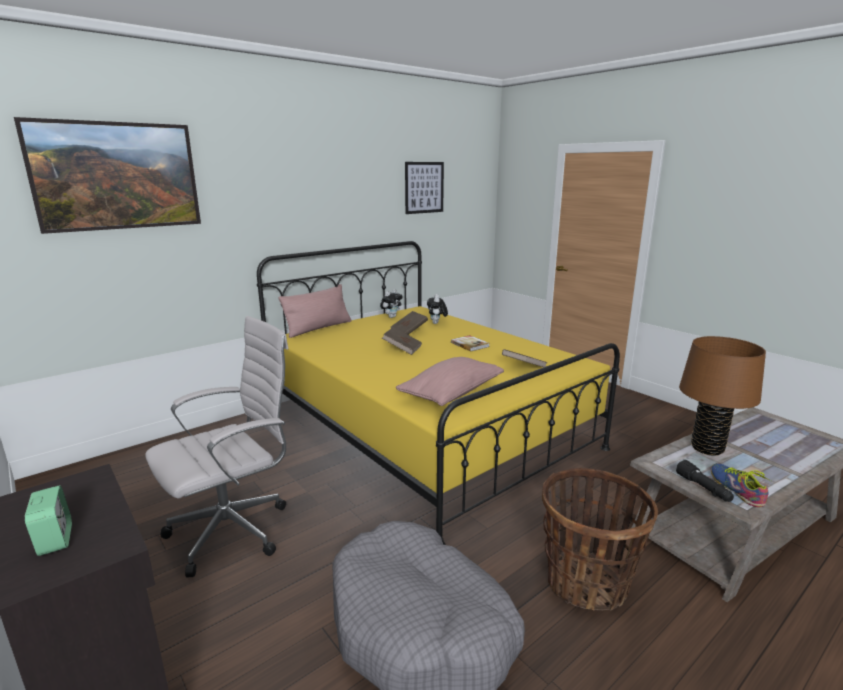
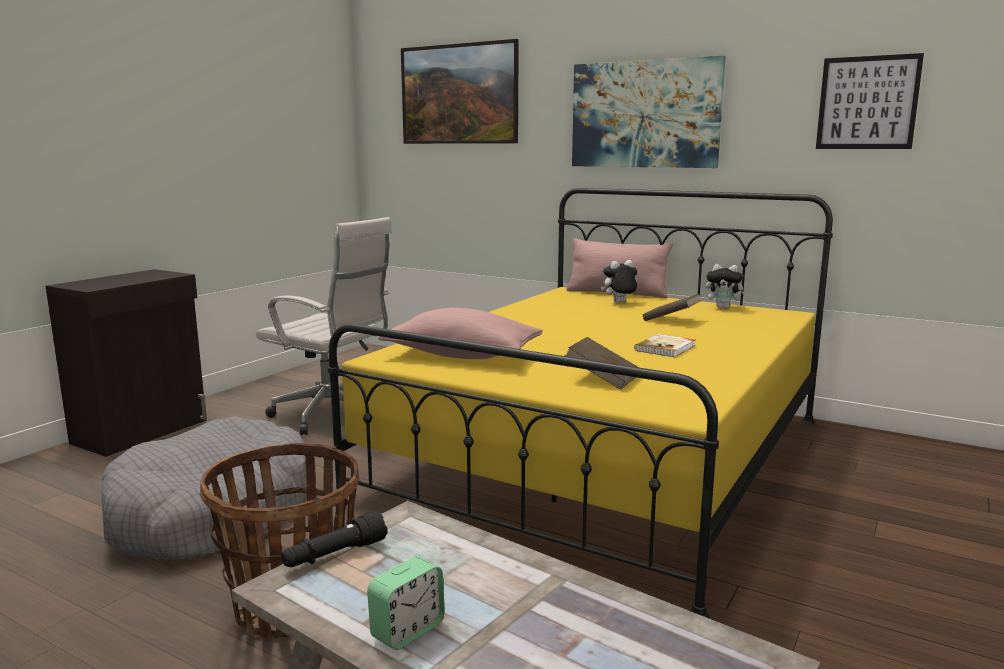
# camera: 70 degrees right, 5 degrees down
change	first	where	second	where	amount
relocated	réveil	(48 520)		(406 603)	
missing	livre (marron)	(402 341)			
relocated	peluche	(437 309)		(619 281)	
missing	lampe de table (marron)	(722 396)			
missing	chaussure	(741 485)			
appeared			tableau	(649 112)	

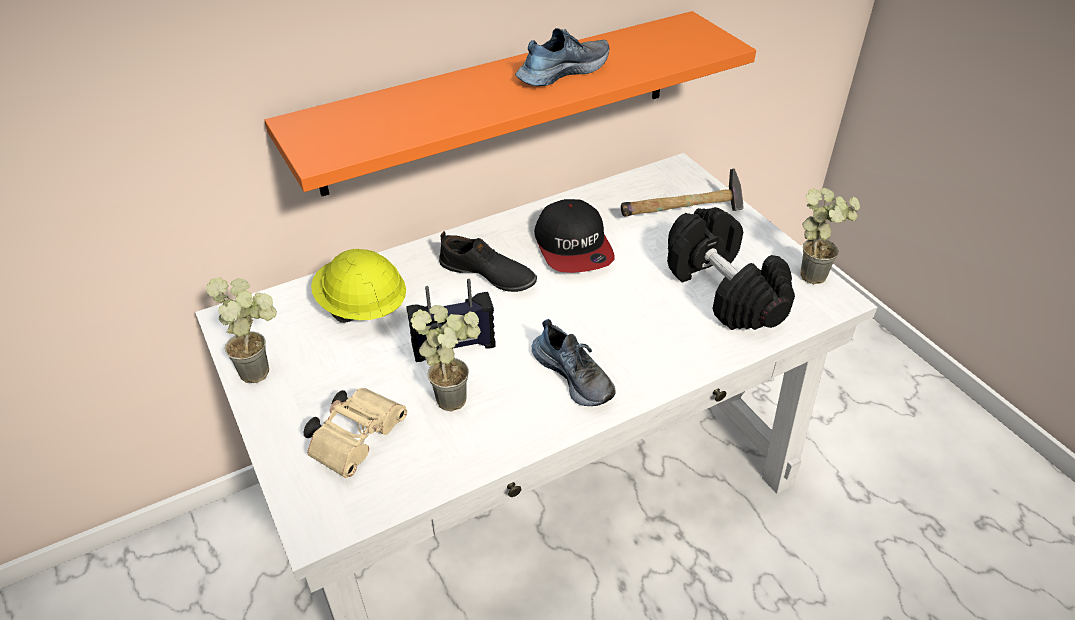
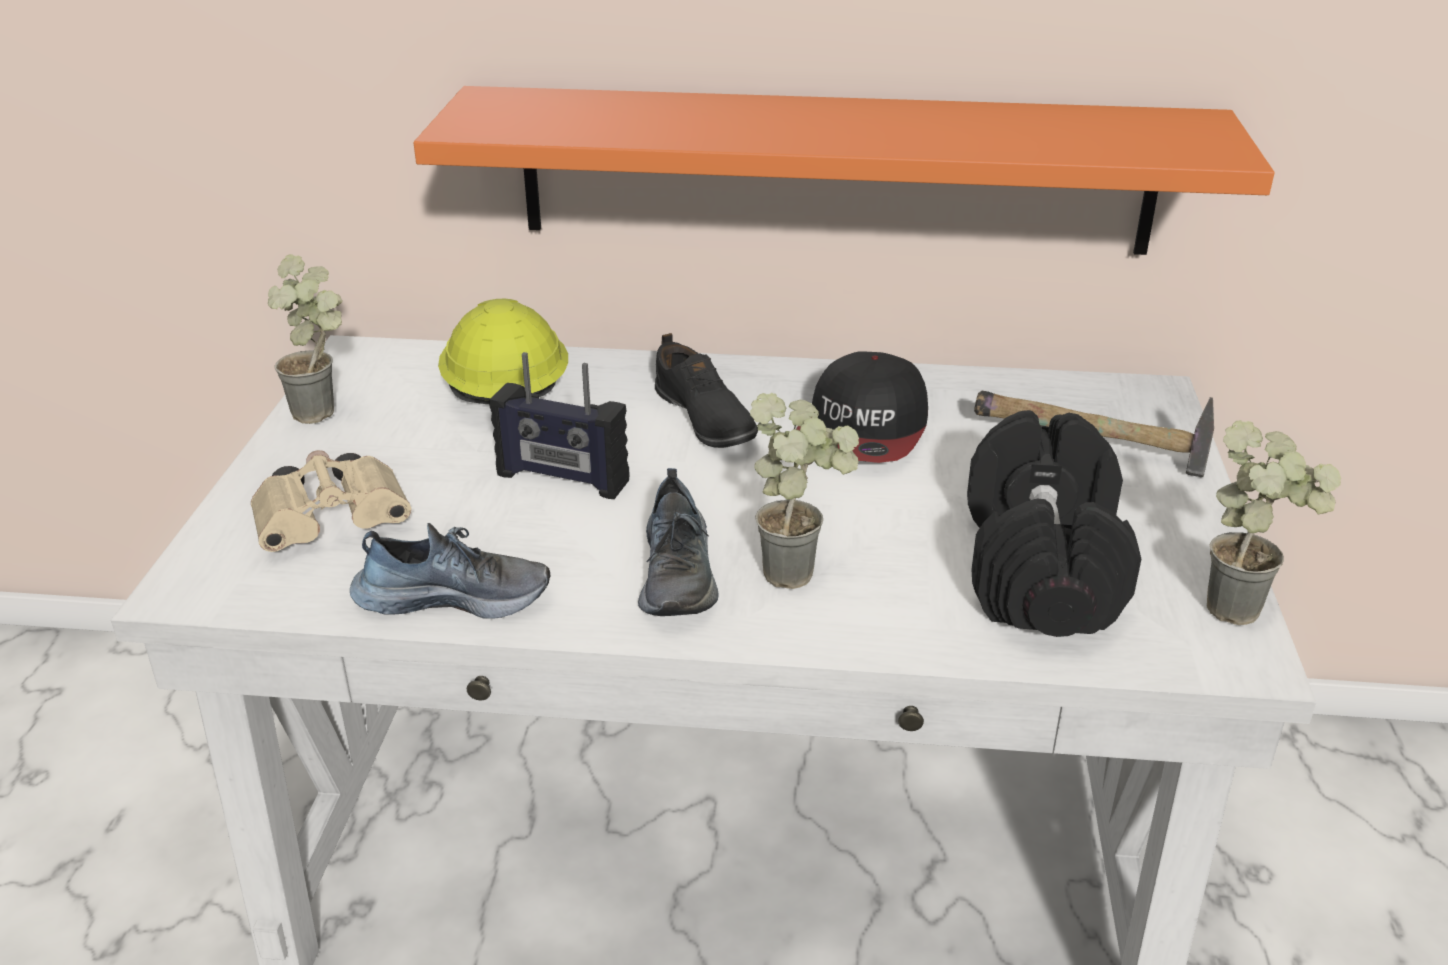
# camera: 35 degrees right, 10 degrees down
change	first	where	second	where	amount
relocated	plante en pot	(445 358)		(804 491)	
relocated	chaussure	(562 57)		(450 571)	

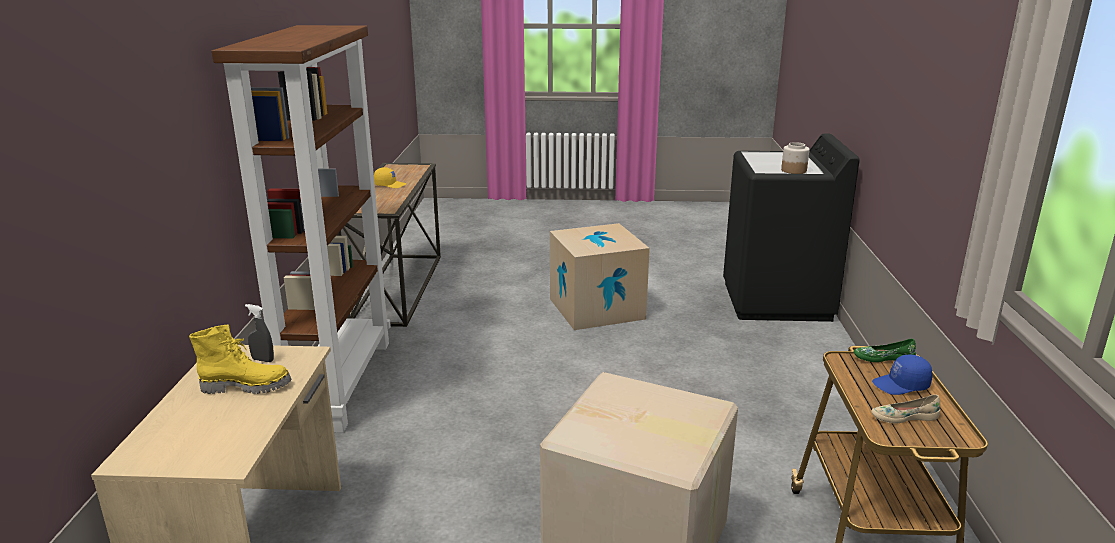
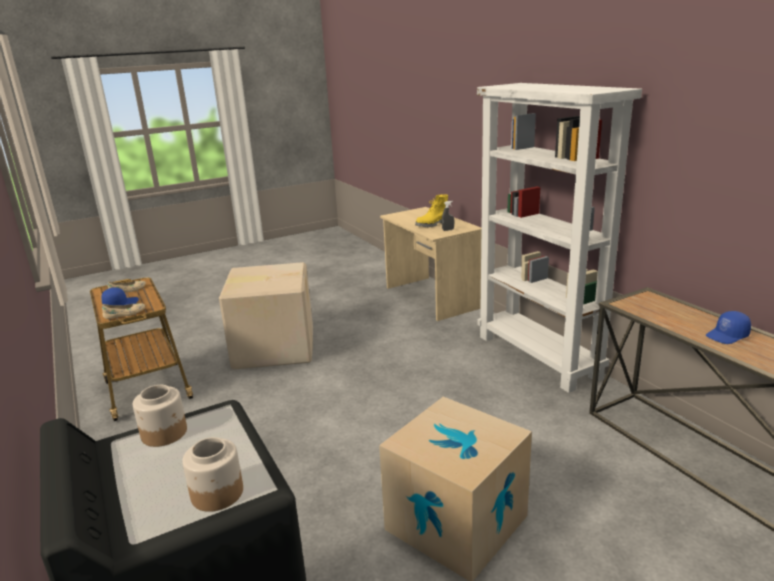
# camera: 150 degrees right, 0 degrees up
change	first	where	second	where	amount
colour	bibliothèque (marron)	(301 229)	bibliothèque (blanc)	(559 238)	
colour	casquette (jaune)	(390 177)	casquette (bleu)	(728 327)	
colour	chaussure (vert)	(885 350)	chaussure (beige)	(123 311)	
appeared			bocal	(212 474)	

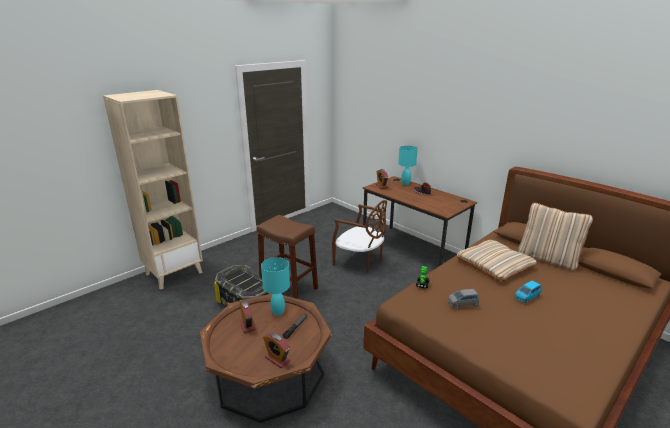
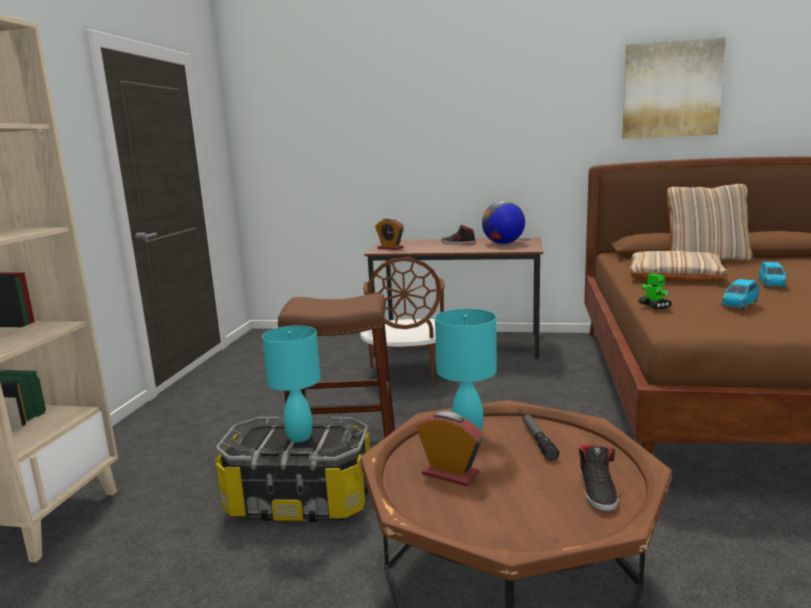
# camera: 35 degrees left, 10 degrees down
change	first	where	second	where	amount
exchanged	réveil	(276 350)	chaussure (noir)	(598 477)	
spun	chaise (marron)	(359 236)		(402 322)	90 degrees clockwise
relocated	lampe de table (turquoise)	(408 165)		(291 384)	
colour	petite voiture (gris)	(463 298)	petite voiture (bleu)	(740 294)	
appeared			globe	(503 222)	
appeared			tableau	(674 88)	

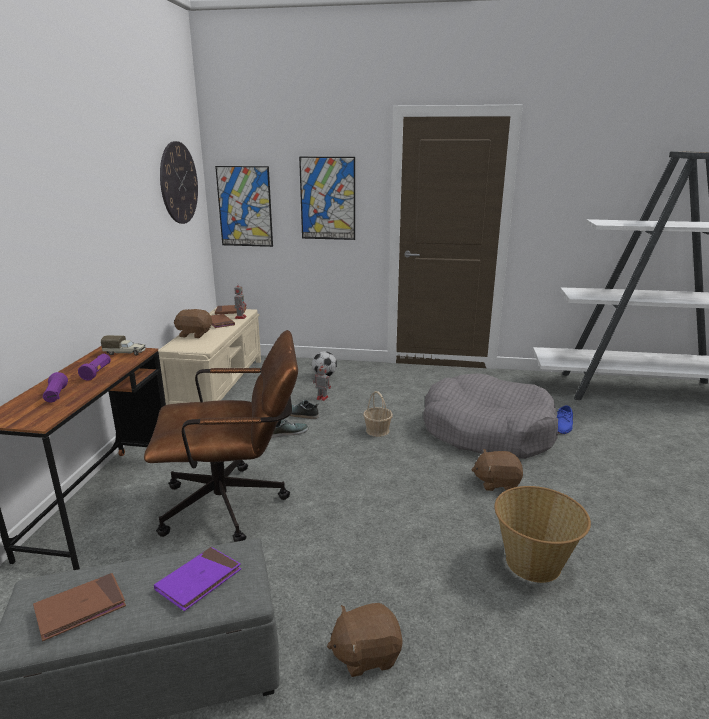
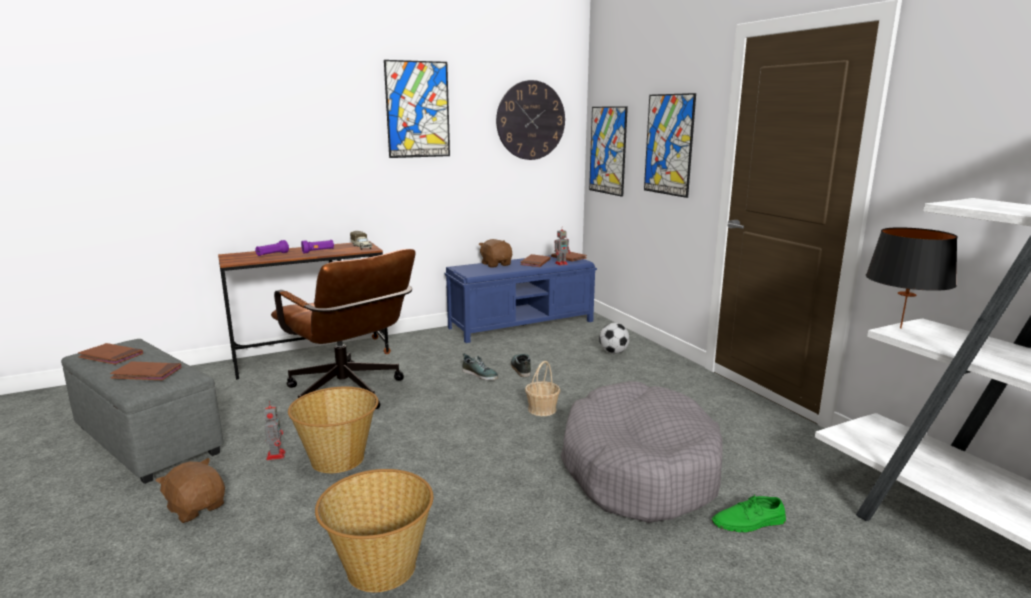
# camera: 55 degrees right, 5 degrees down
change	first	where	second	where	amount
colour	livre (violet)	(197 579)	livre (marron)	(145 370)	
colour	banc (beige)	(209 356)	banc (bleu)	(520 299)	
relocated	robot jouet	(322 383)		(274 430)	
missing	peluche (marron)	(497 470)			
colour	chaussure (bleu)	(565 419)	chaussure (vert)	(749 513)	
appeared			panier	(333 430)	
appeared			tableau	(417 109)	
appeared			lampe de table (noir)	(912 278)	

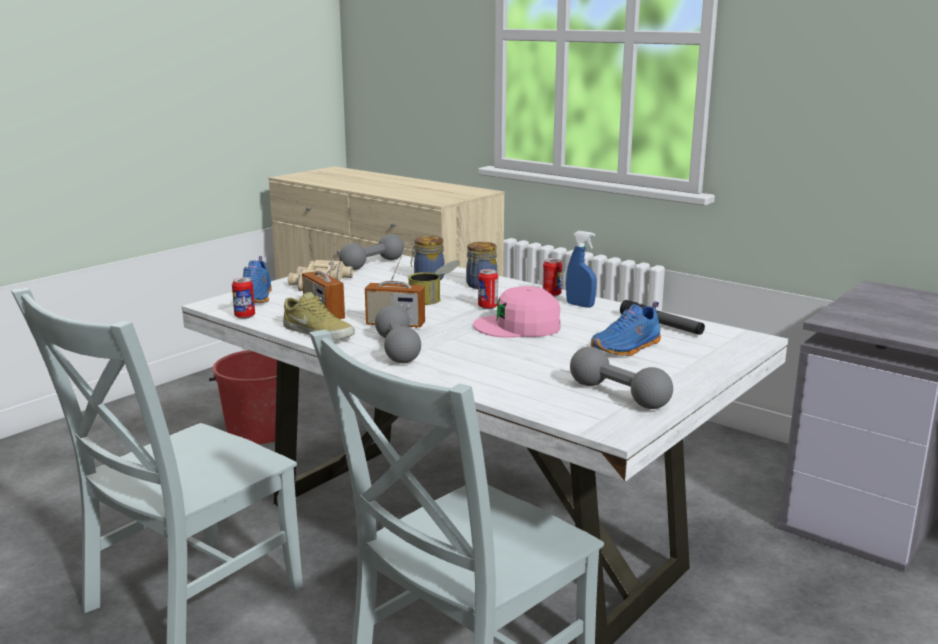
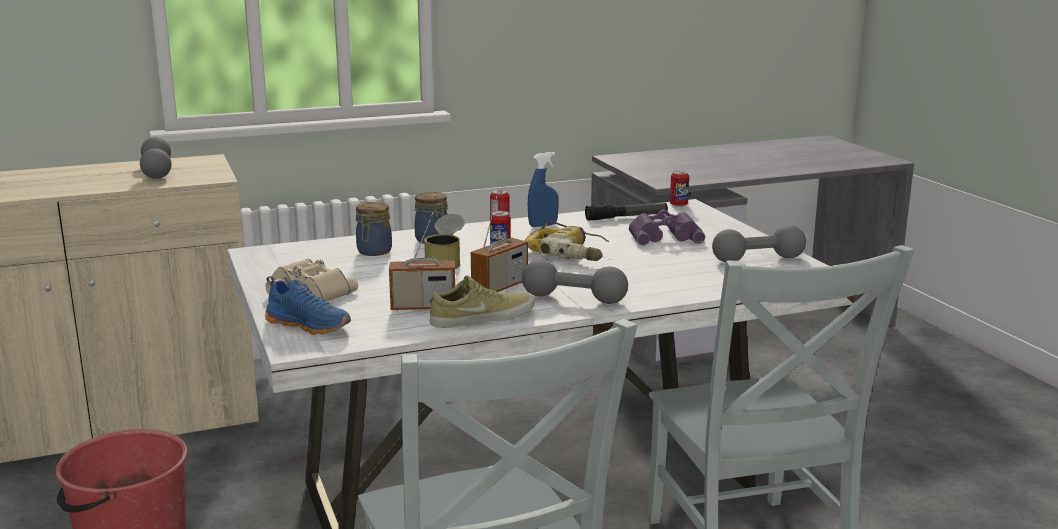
# camera: 60 degrees left, 0 degrees up
change	first	where	second	where	amount
relocated	boîte métallique	(243 298)		(679 188)	
relocated	haltère (gris)	(371 252)		(156 158)	
exchanged	casquette (rose)	(517 312)	perceuse	(566 241)	
exchanged	chaussure (bleu)	(626 328)	jumelles (violet)	(667 227)	

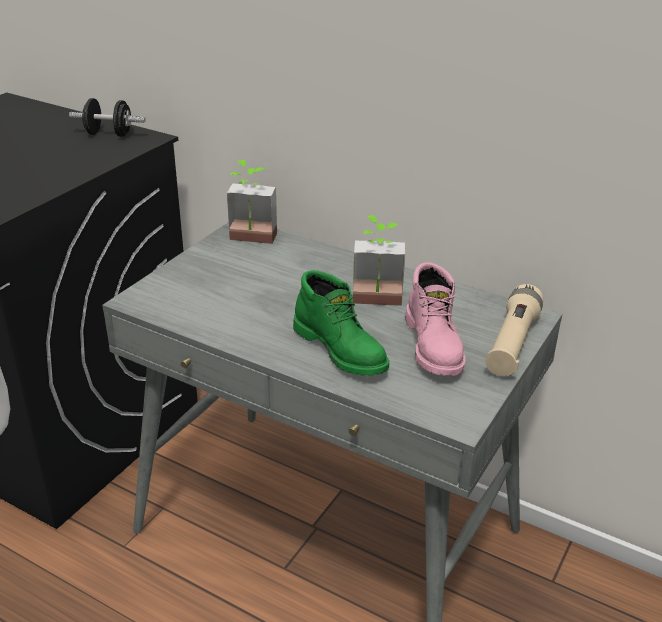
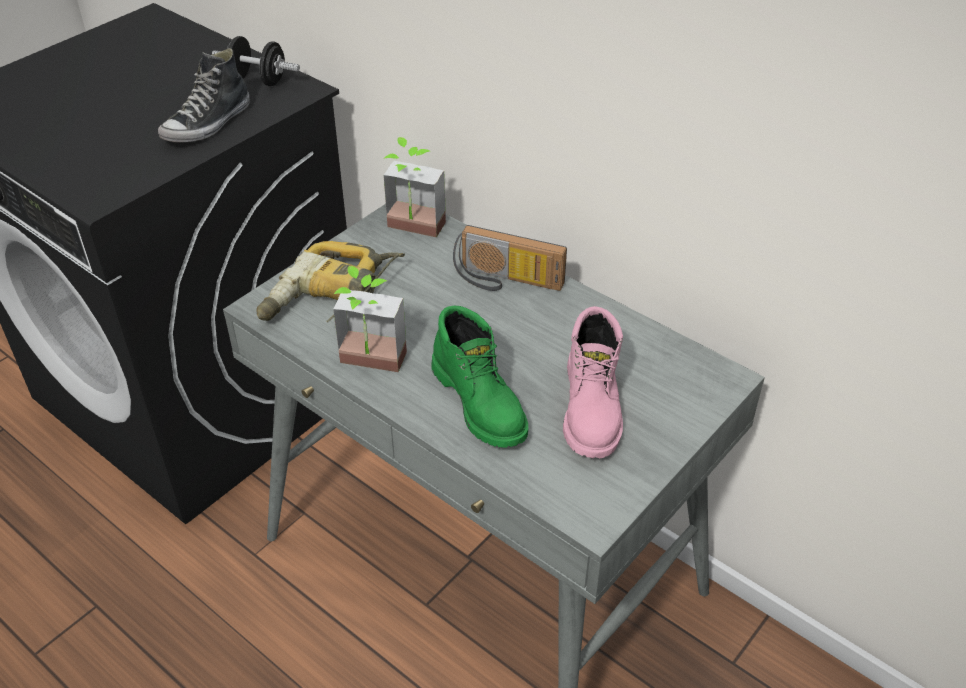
# camera: 10 degrees right, 10 degrees up
change	first	where	second	where	amount
relocated	plante en pot	(379 260)		(370 319)	
missing	lampe de poche (beige)	(514 330)			
appeared			chaussure	(204 95)	
appeared			perceuse	(330 282)	
appeared			radio	(510 258)	

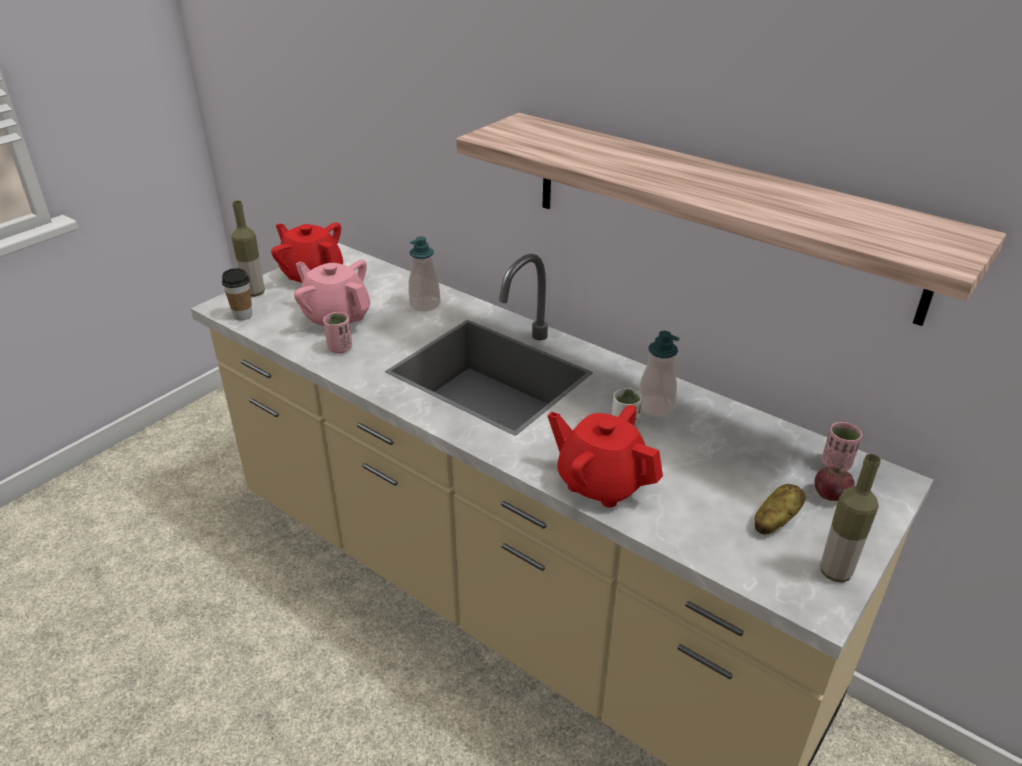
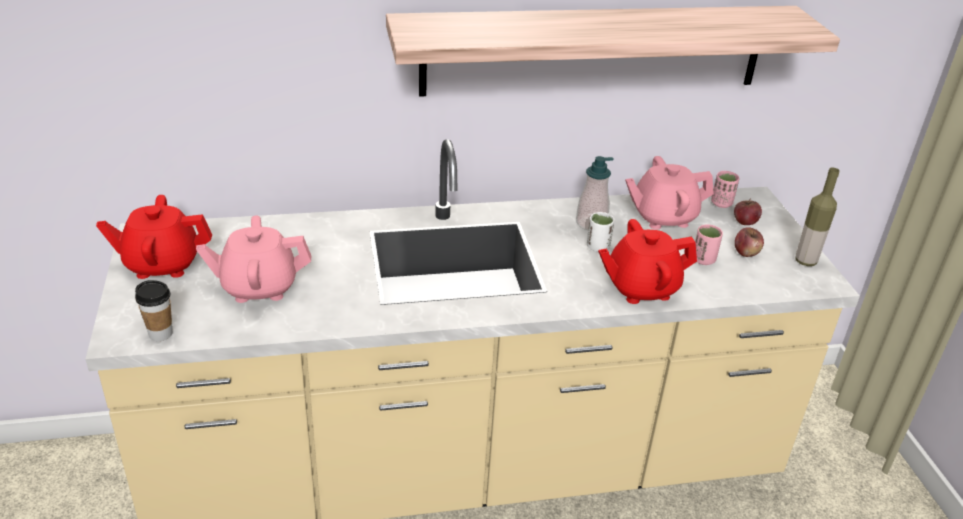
# camera: 50 degrees left, 0 degrees up
change	first	where	second	where	amount
missing	bouteille	(248 249)			
relocated	tasse (rose)	(337 333)		(709 244)	
missing	distributeur de savon	(424 273)			
exchanged	pomme de terre	(780 509)	pomme	(749 242)	
appeared			théière (rose)	(669 192)	

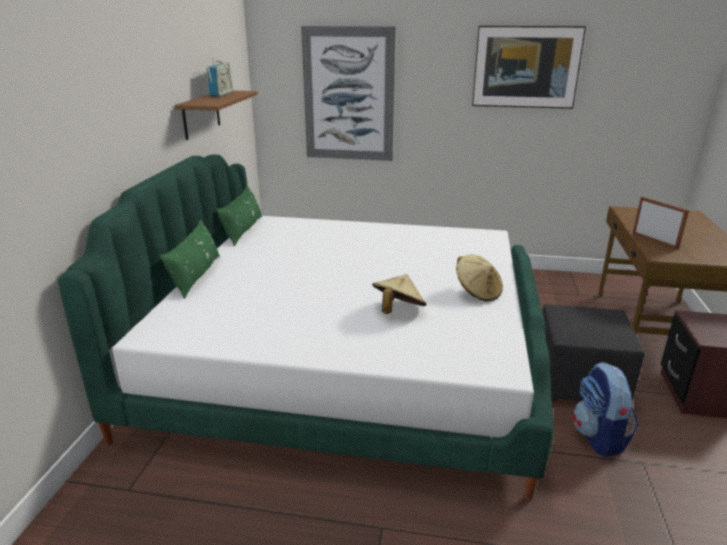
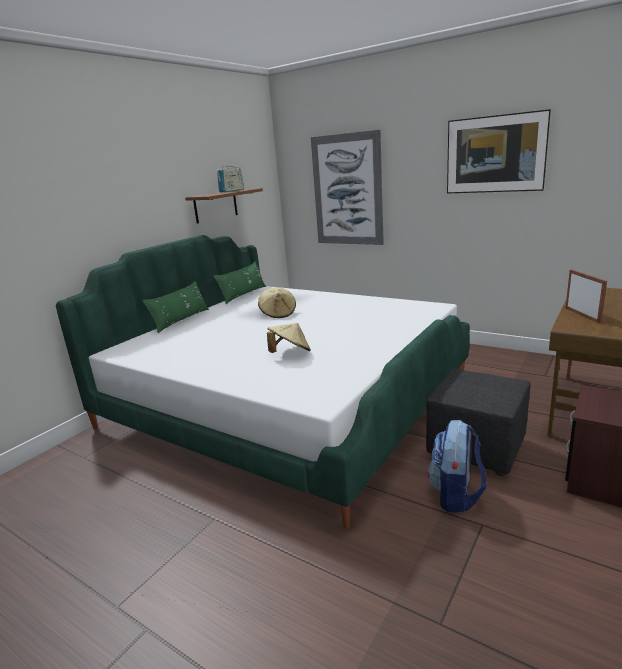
# camera: 25 degrees right, 5 degrees down
change	first	where	second	where	amount
relocated	chapeau (beige)	(479 277)		(277 302)	

